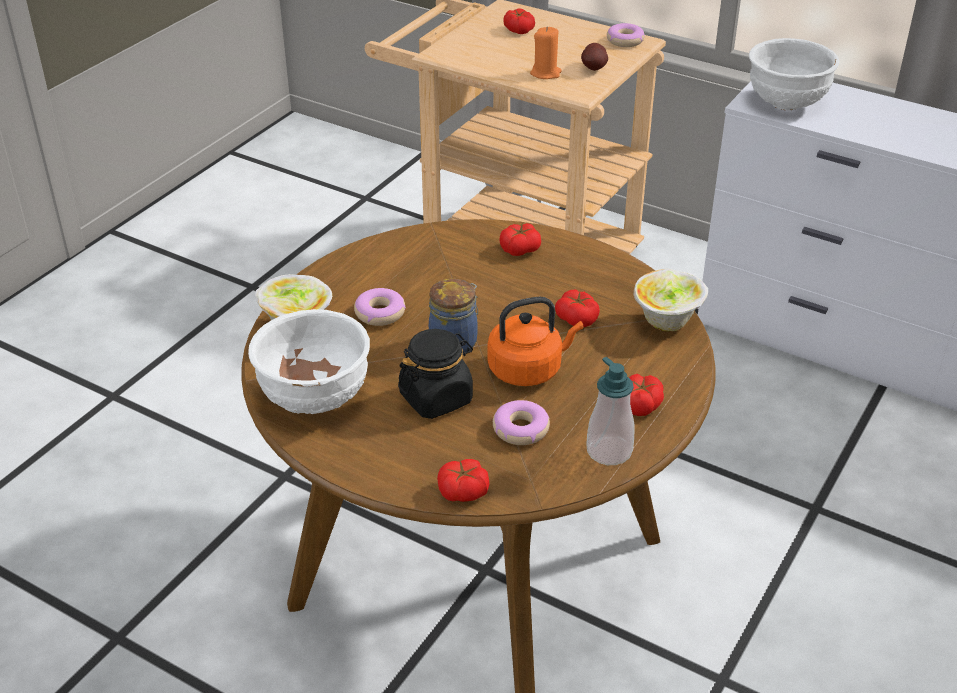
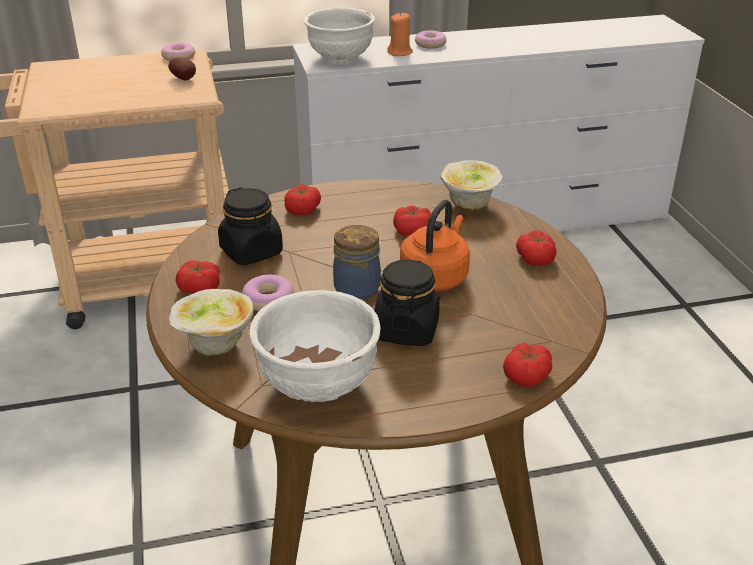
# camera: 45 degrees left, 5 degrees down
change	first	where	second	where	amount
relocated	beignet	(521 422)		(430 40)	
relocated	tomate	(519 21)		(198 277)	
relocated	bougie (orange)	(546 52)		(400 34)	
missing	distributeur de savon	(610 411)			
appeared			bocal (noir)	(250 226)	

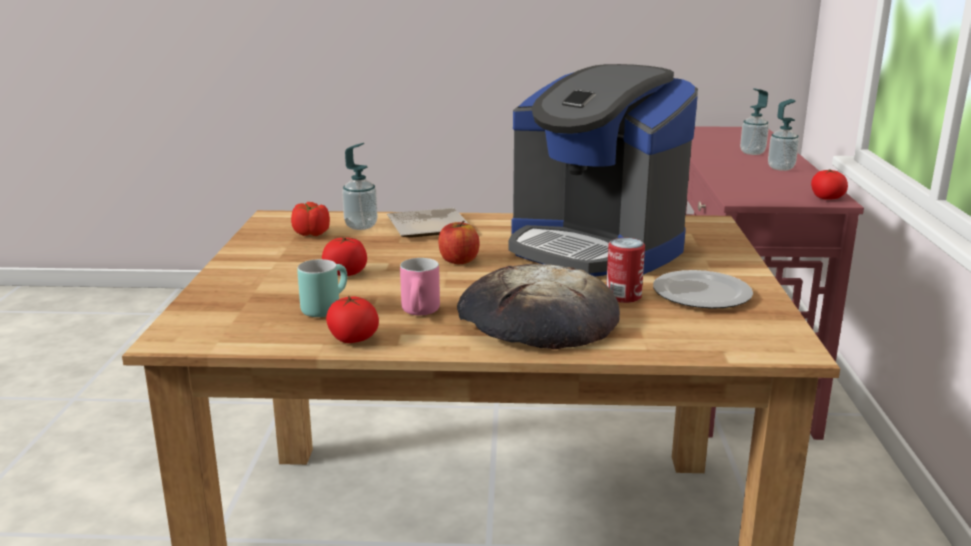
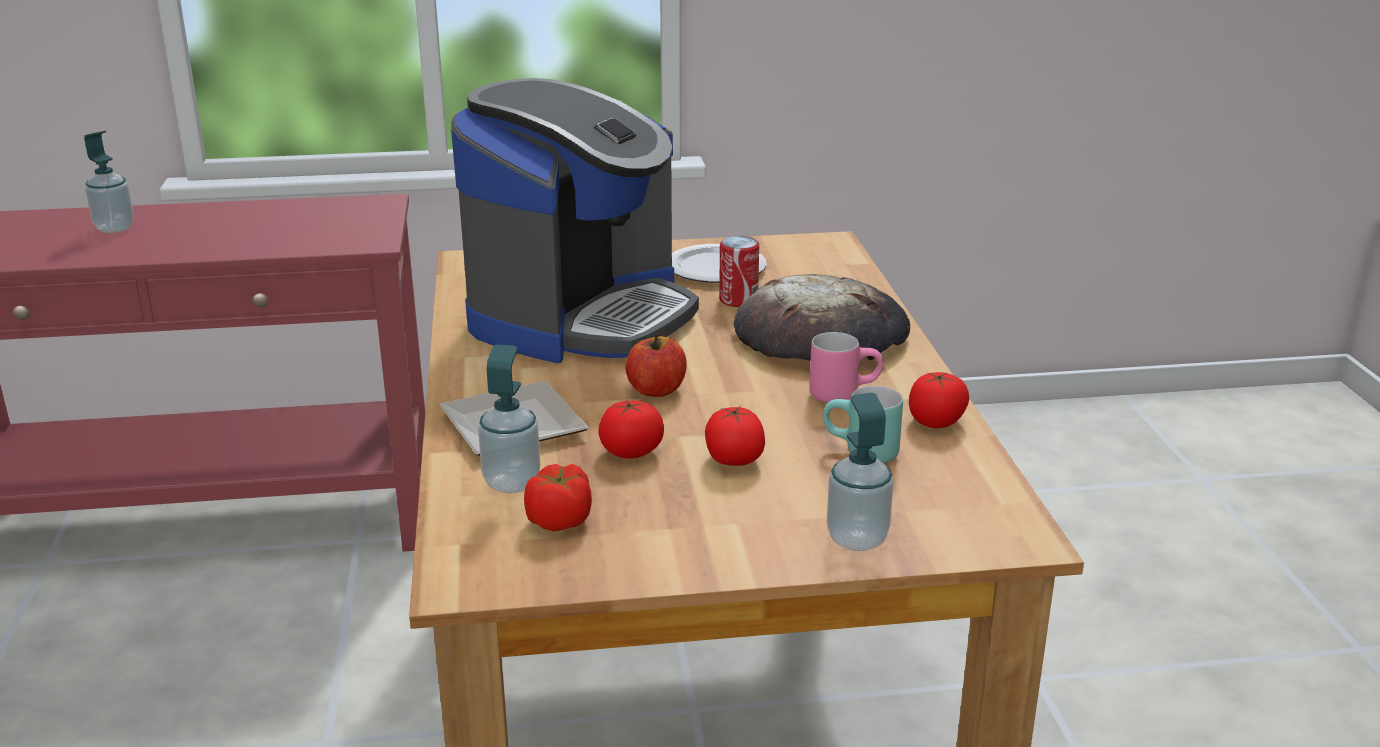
# camera: 100 degrees left, 5 degrees up
change	first	where	second	where	amount
relocated	distributeur de savon	(783 135)		(860 472)	
relocated	tomate	(829 185)		(631 429)	

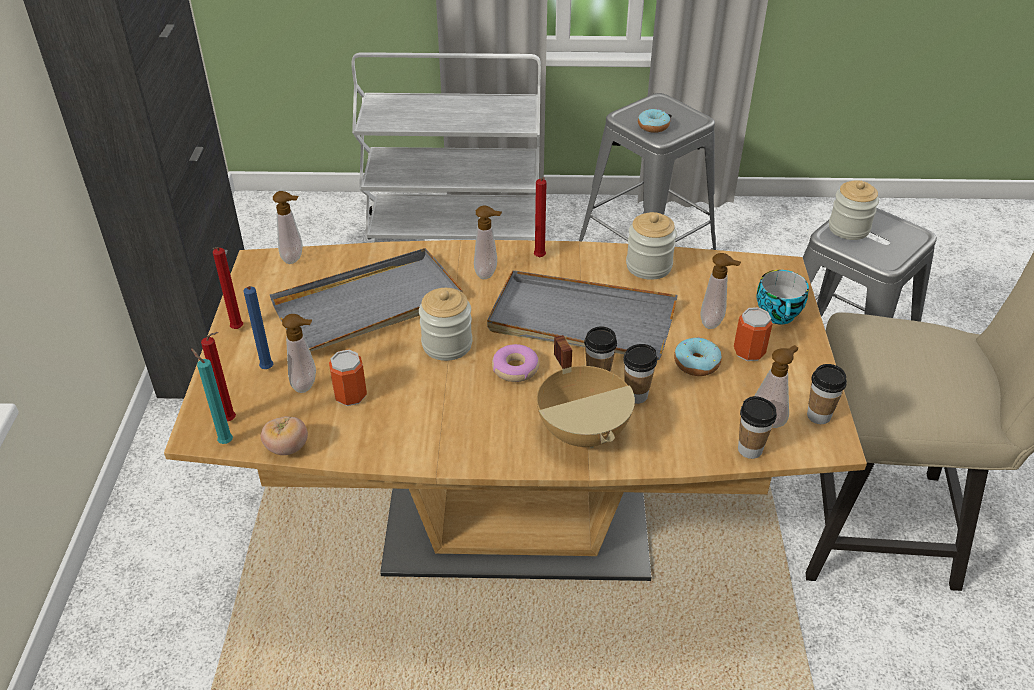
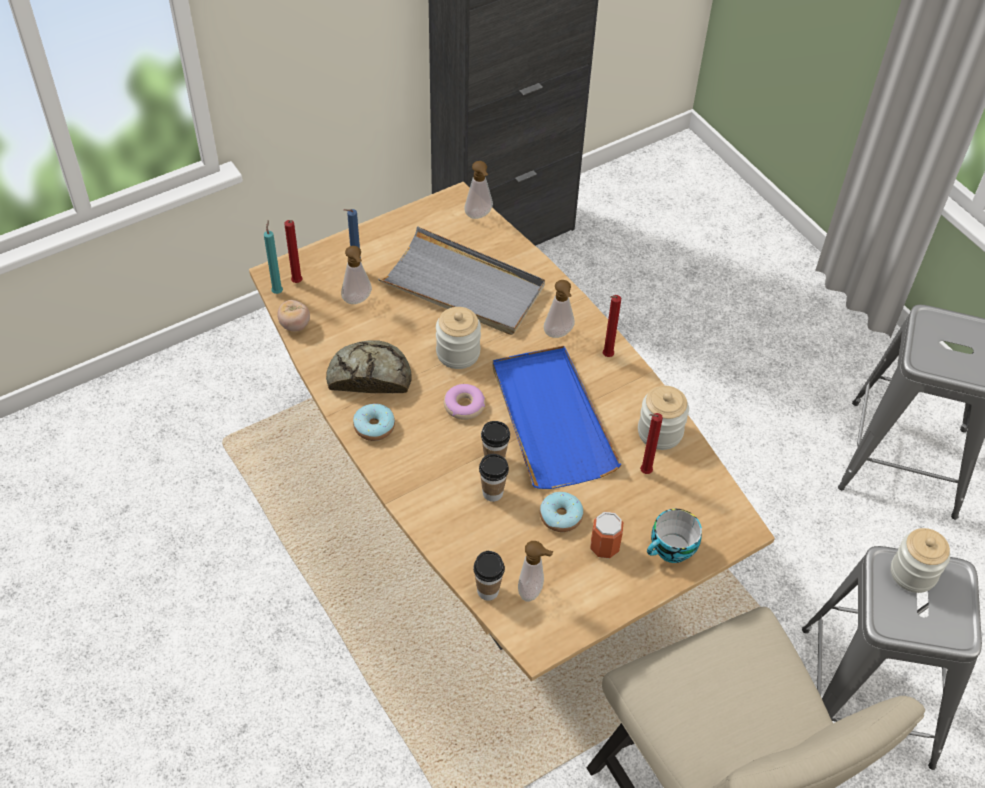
# camera: 55 degrees right, 10 degrees up
change	first	where	second	where	amount
relocated	bougie (rouge)	(228 288)		(651 443)	
missing	boîte métallique	(348 377)			
missing	chariot (blanc)	(446 147)			
colour	plateau (gris)	(582 315)	plateau (bleu)	(556 417)	
missing	marmite (beige)	(585 391)			
relocated	beignet	(654 121)		(374 422)	
missing	distributeur de savon	(720 291)			
missing	tasse	(827 394)			
appeared			pain	(368 366)	

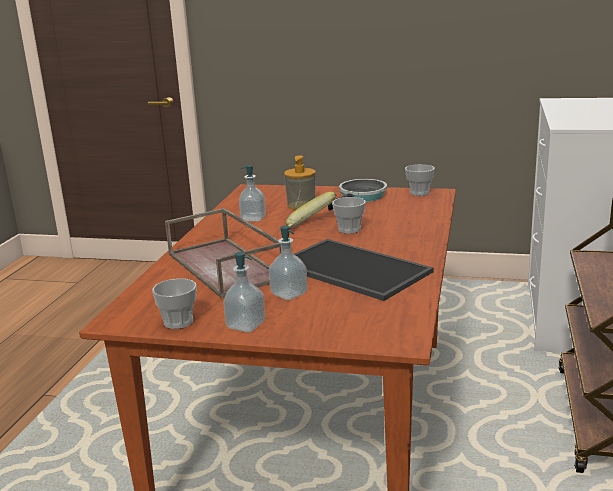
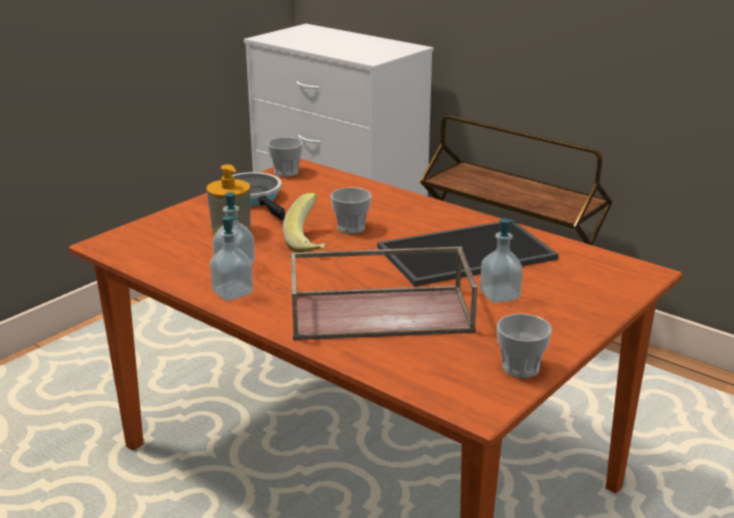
# camera: 65 degrees left, 5 degrees up
change	first	where	second	where	amount
relocated	distributeur de savon	(244 292)		(231 258)	

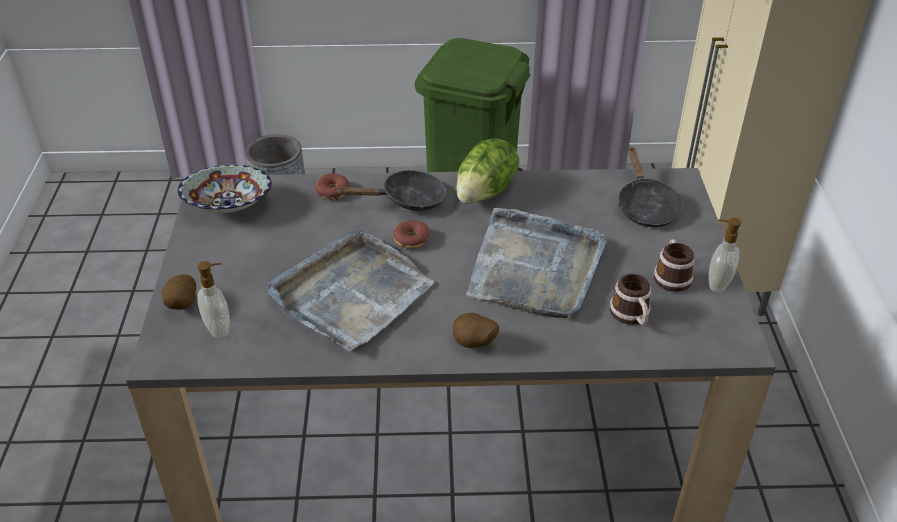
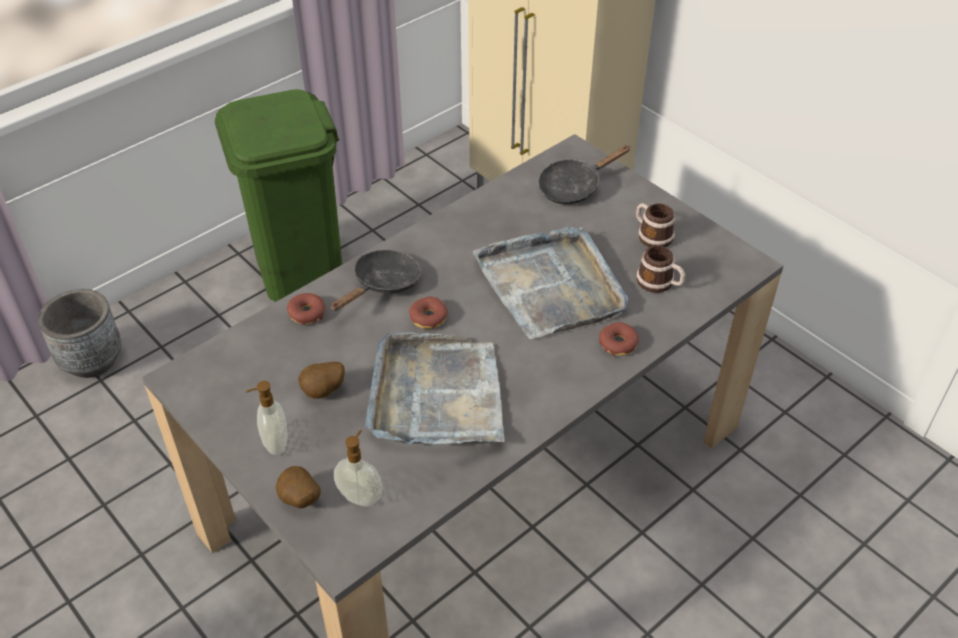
# camera: 40 degrees left, 5 degrees up
change	first	where	second	where	amount
missing	bol	(225 189)			
relocated	pomme de terre	(476 330)		(321 380)	
missing	laitue	(487 171)			
spun	poêle (noir)	(650 187)		(584 174)	105 degrees clockwise
relocated	distributeur de savon	(724 255)		(267 418)	
appeared			beignet	(619 339)	

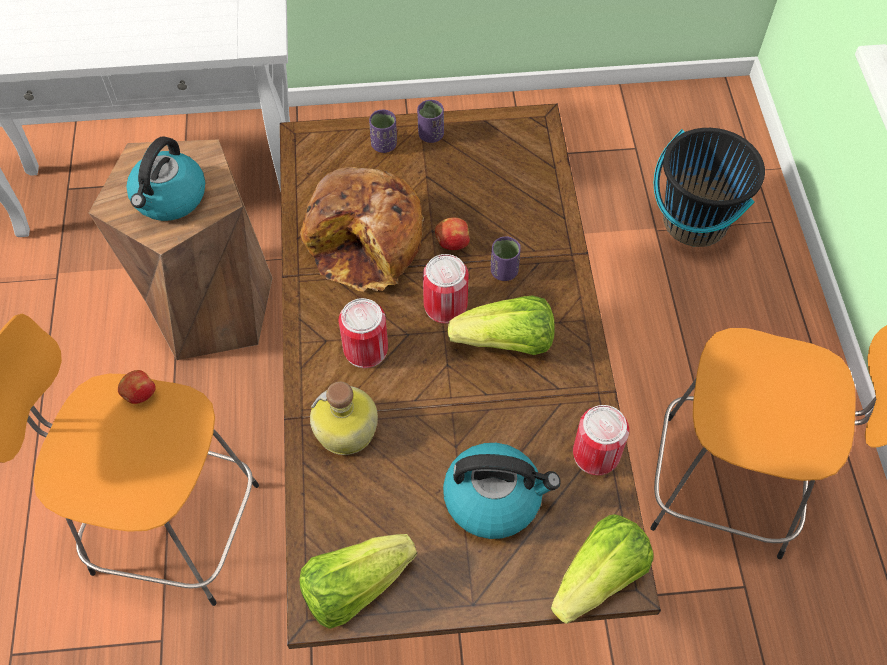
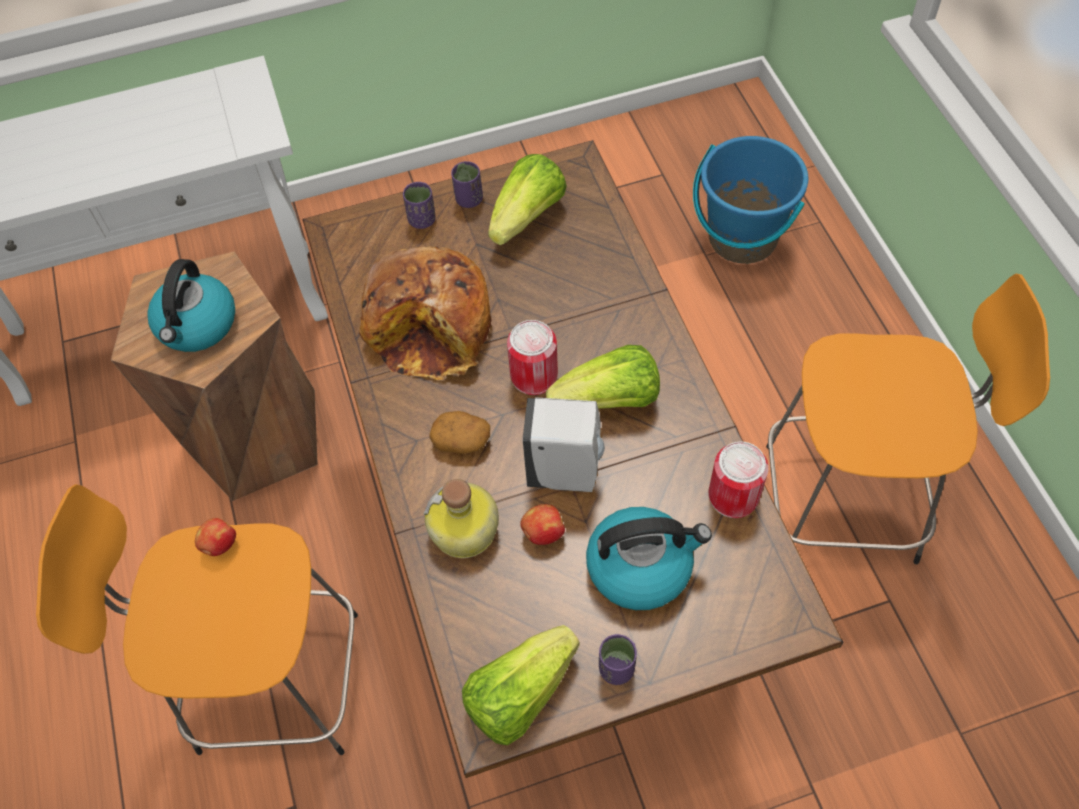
# camera: 10 degrees left, 0 degrees up
change	first	where	second	where	amount
exchanged	boîte métallique	(363 333)	pomme de terre	(459 432)	
relocated	pomme	(452 233)		(542 524)	
relocated	tasse (violet)	(506 258)		(618 659)	
relocated	laitue	(602 569)		(527 199)	
colour	seau (noir)	(709 187)	seau (bleu)	(750 200)	
appeared			distributeur de savon (blanc)	(564 444)	

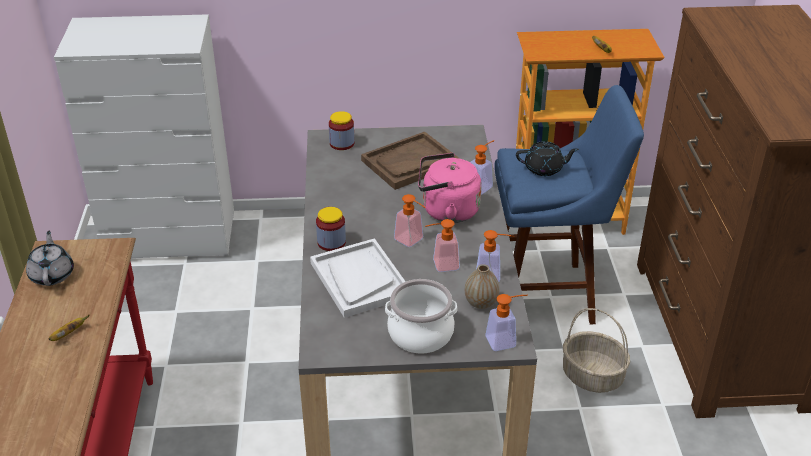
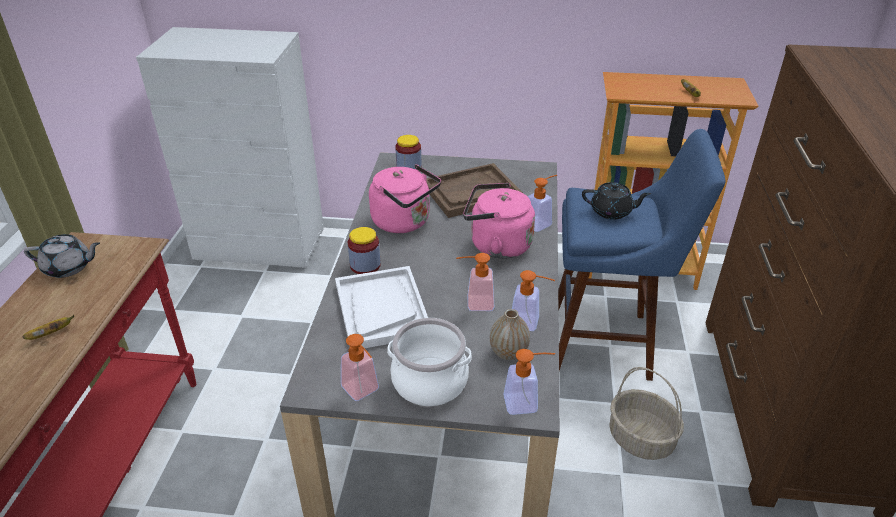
# camera: 10 degrees right, 0 degrees up
change	first	where	second	where	amount
spun	théière (gris)	(50 258)		(62 256)	90 degrees clockwise
relocated	distributeur de savon	(410 220)		(360 367)	
appeared			bouilloire (rose)	(405 198)	

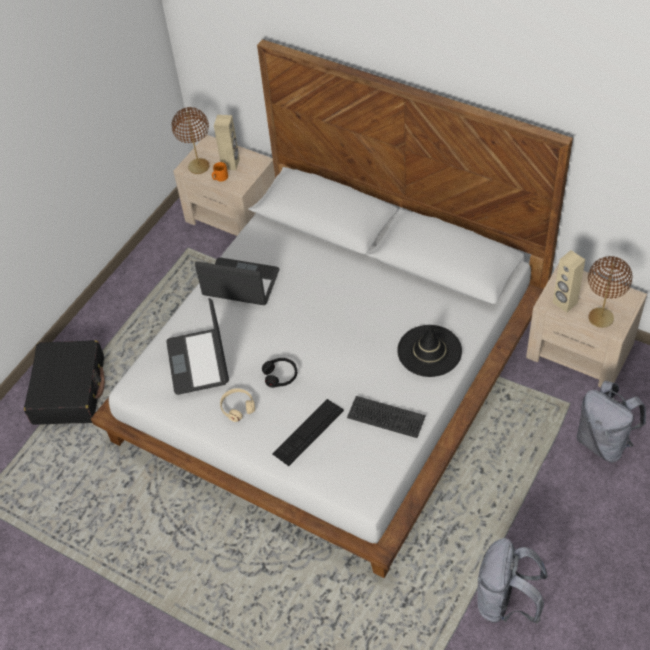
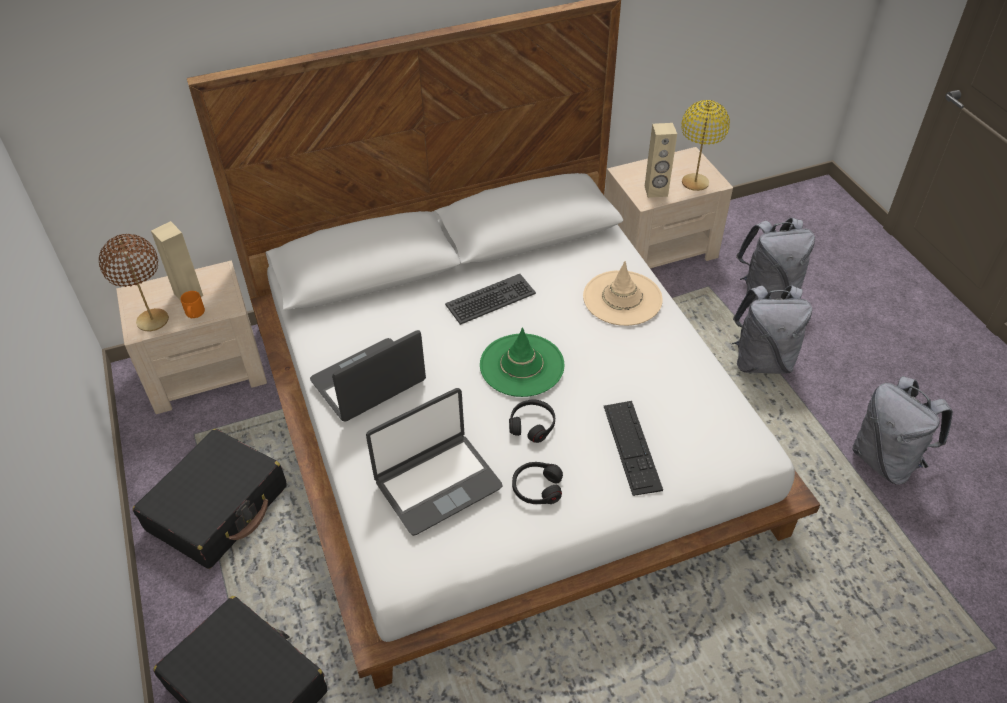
# camera: 55 degrees left, 5 degrees down
change	first	where	second	where	amount
spun	ordinateur portable	(197 346)		(434 462)	60 degrees counterclockwise
colour	casque audio (beige)	(237 405)	casque audio (noir)	(537 483)	
relocated	clavier	(386 417)		(490 299)	
colour	chapeau (noir)	(429 351)	chapeau (beige)	(623 293)	
colour	lampe de table (marron)	(610 292)	lampe de table (jaune)	(705 145)	
appeared			valise (noir)	(210 499)	
appeared			chapeau (vert)	(522 362)	
appeared			sac à dos (gris)	(772 329)	

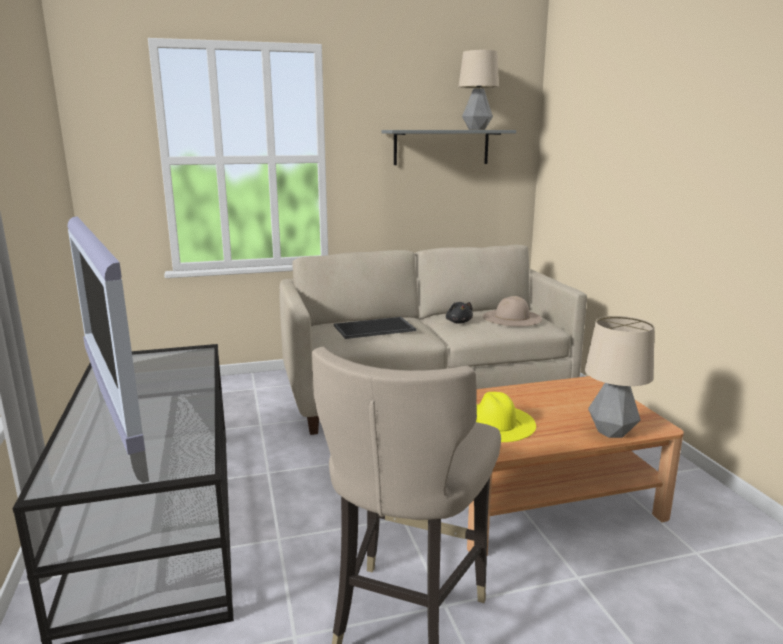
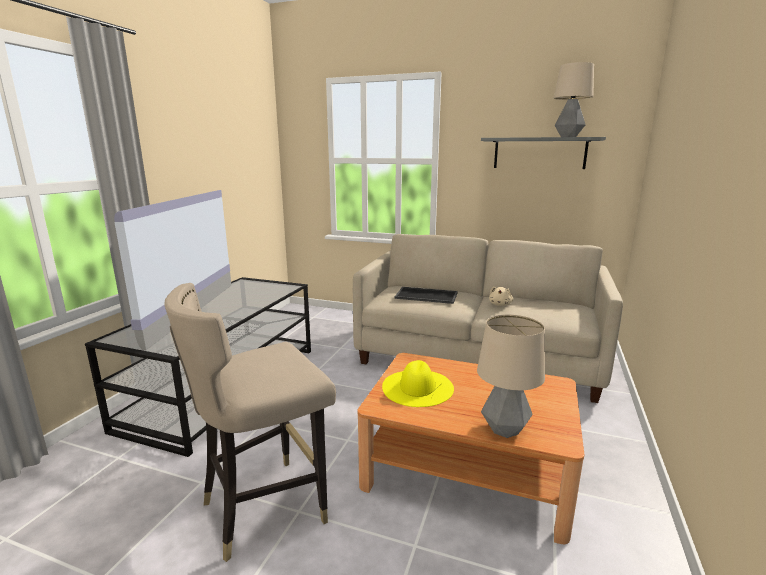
# camera: 35 degrees right, 0 degrees up
change	first	where	second	where	amount
colour	peluche (noir)	(459 313)	peluche (beige)	(501 296)	
missing	chapeau (beige)	(512 311)			

